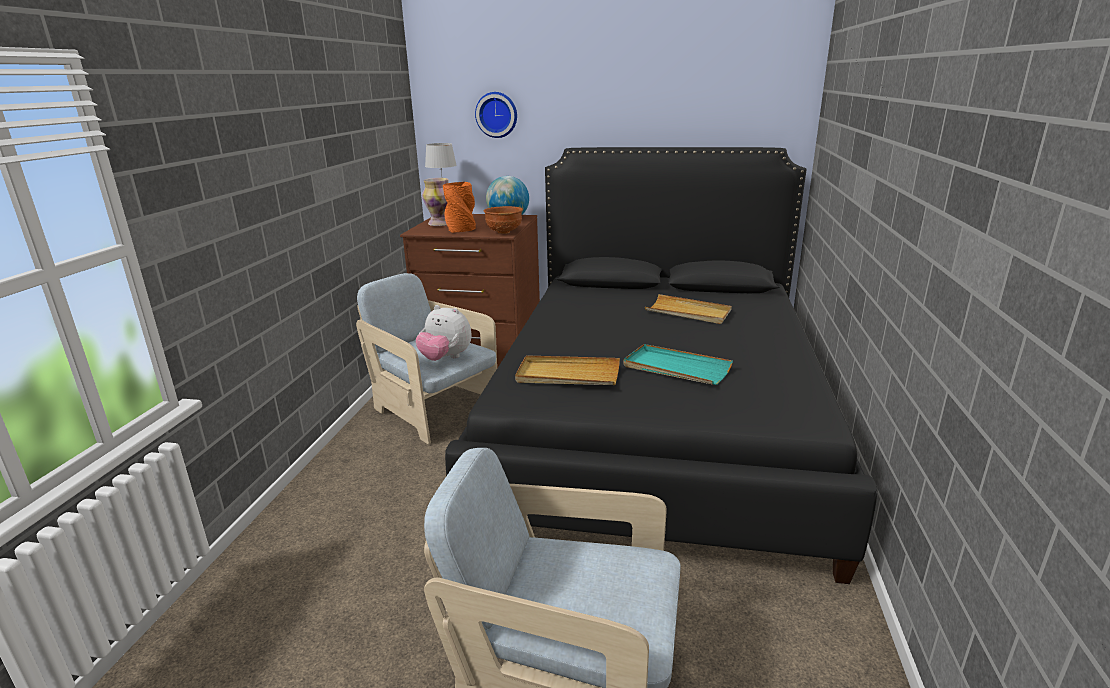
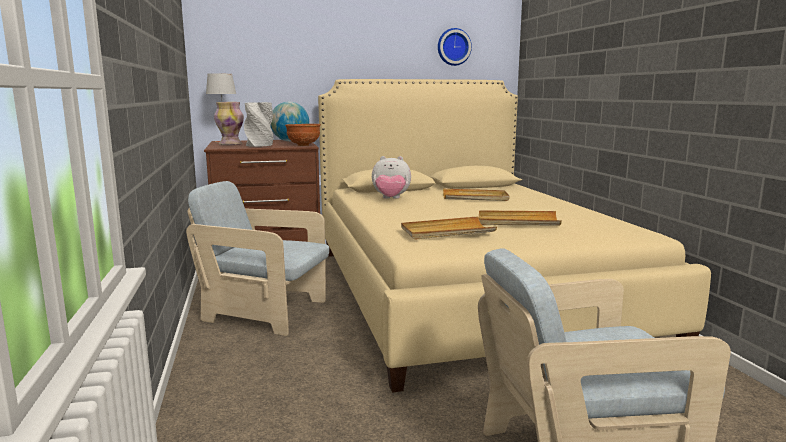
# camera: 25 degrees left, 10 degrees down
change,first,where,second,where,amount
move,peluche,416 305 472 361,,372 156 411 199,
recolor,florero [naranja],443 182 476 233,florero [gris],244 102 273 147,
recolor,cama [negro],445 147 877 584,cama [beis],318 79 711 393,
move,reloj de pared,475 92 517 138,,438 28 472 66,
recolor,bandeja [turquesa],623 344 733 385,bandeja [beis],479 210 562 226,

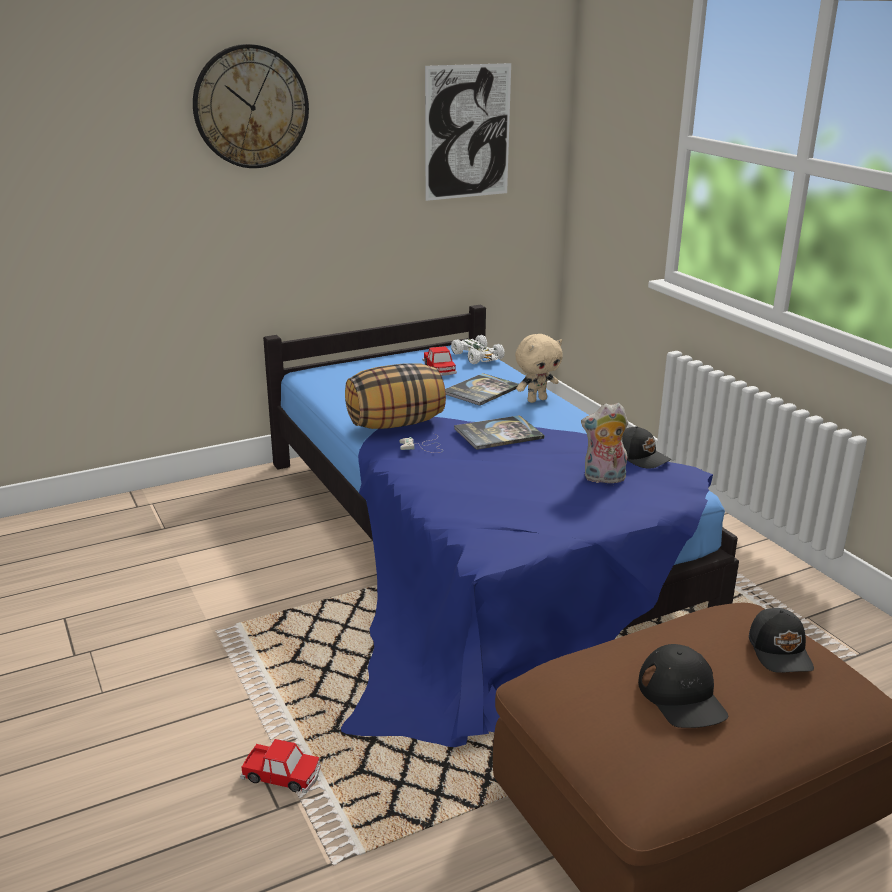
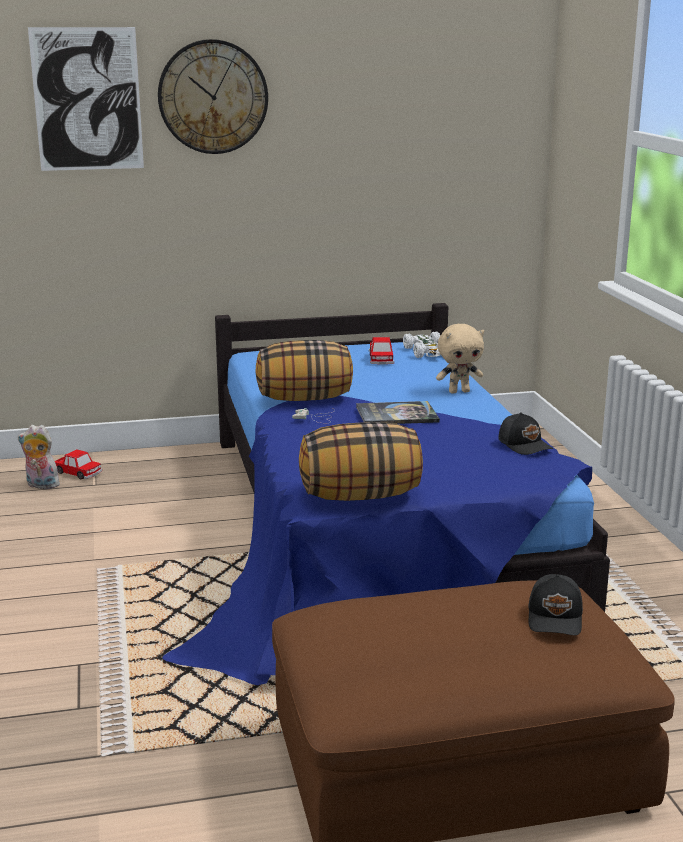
# camera: 15 degrees right, 5 degrees down
change,first,where,second,where,amount
move,coche de juguete,240 739 321 793,,55 449 102 479,
move,cuadro,425 63 511 201,,28 27 144 171,
delete,libro,445 373 519 406,,,
move,peluche,581 403 628 483,,18 425 60 489,
delete,gorra [negro],638 644 728 728,,,
insert,,,cojín,299 422 423 501,

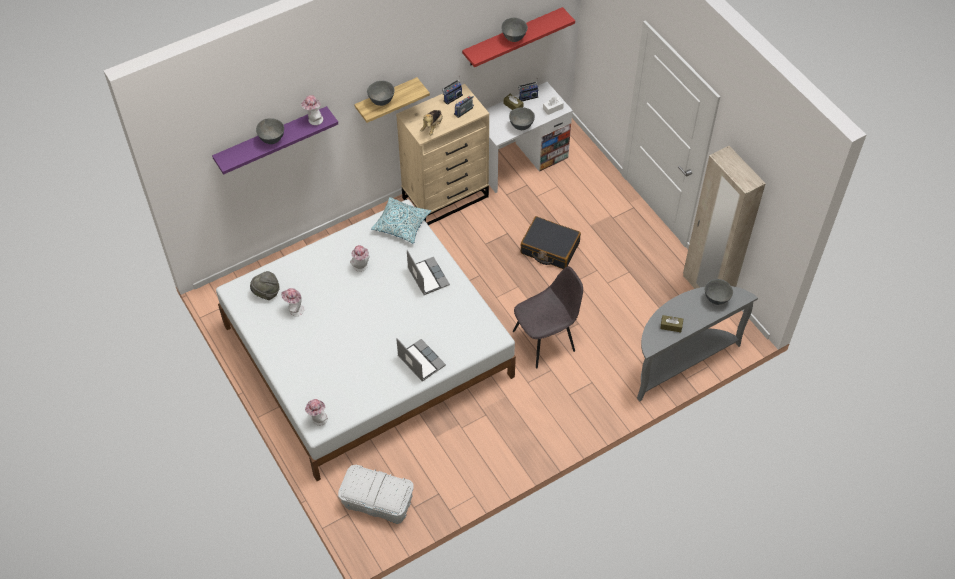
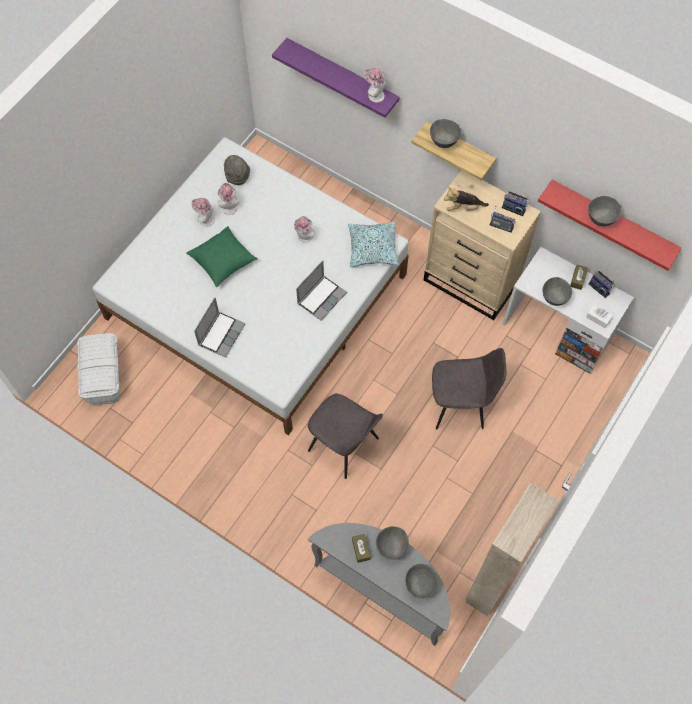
# camera: 65 degrees right, 10 degrees up
change,first,where,second,where,amount
move,cuenco [gris],256 118 284 144,,376 526 409 560,
move,sombrero,305 399 328 426,,191 198 214 227,
replace,maleta [negro],520 216 581 269,silla [gris],432 348 506 429,
insert,,,cojín [verde],186 226 257 287,

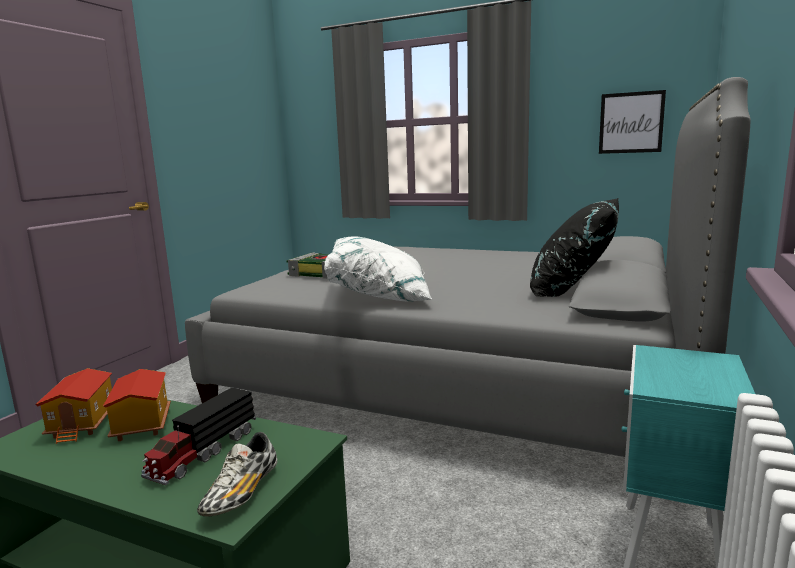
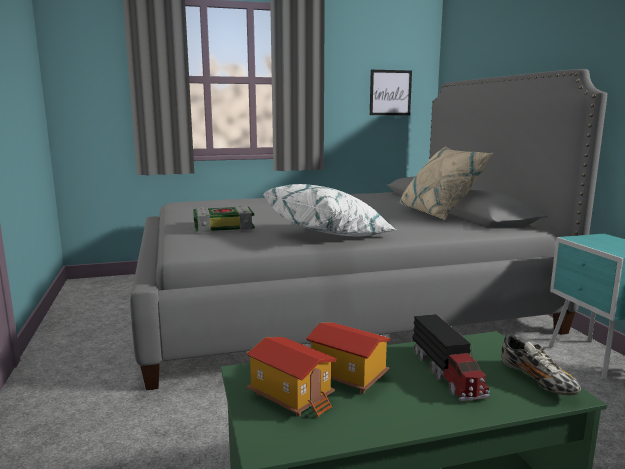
# camera: 40 degrees left, 0 degrees up
change,first,where,second,where,amount
recolor,cojín [negro],530 198 619 297,cojín [beis],400 147 493 220,

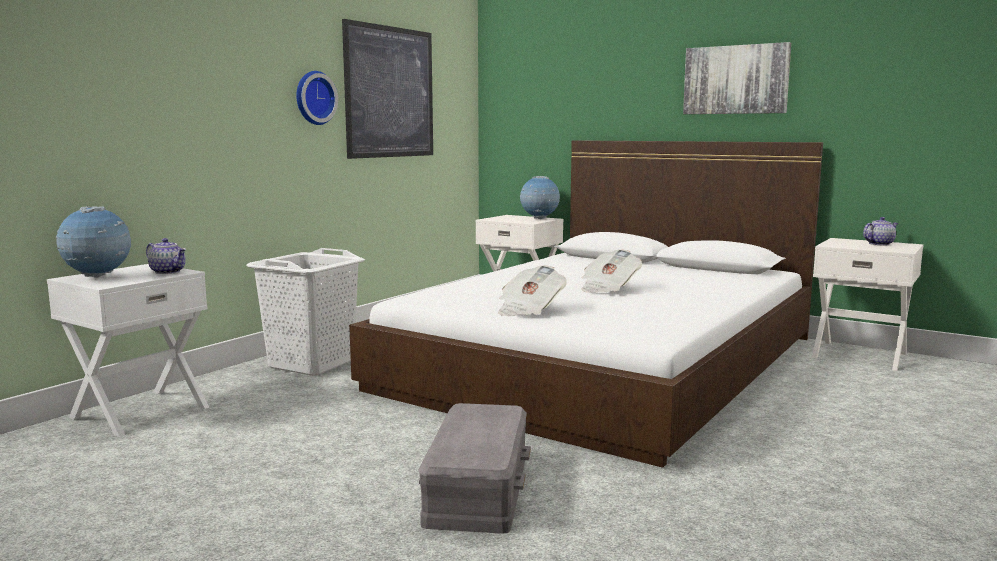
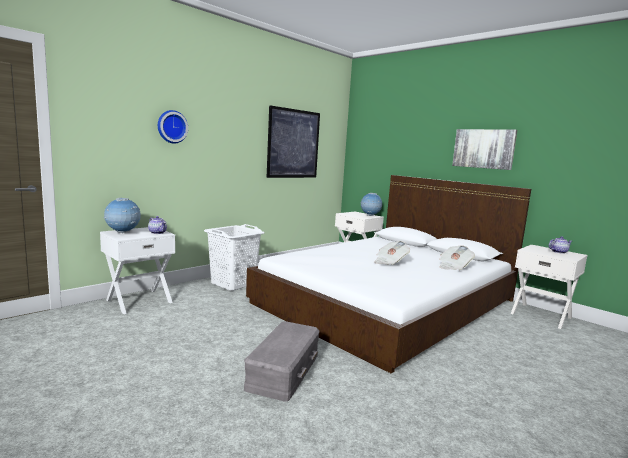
# camera: 10 degrees right, 0 degrees up
change,first,where,second,where,amount
move,reloj de pared,296 71 338 125,,158 110 188 143,
move,periódico,498 265 567 316,,439 245 475 270,

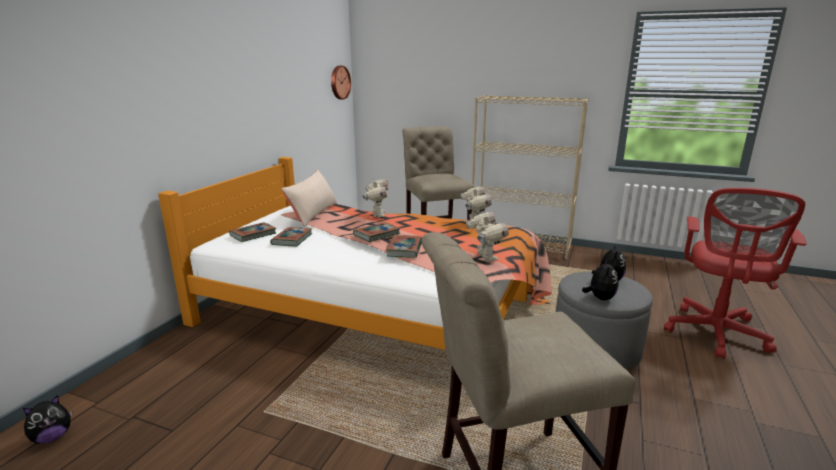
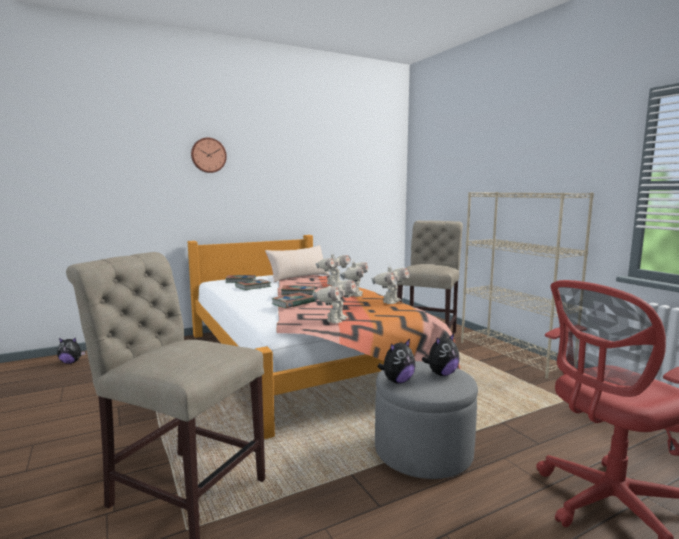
# camera: 40 degrees right, 10 degrees down
change,first,where,second,where,amount
move,reloj de pared,331 66 351 100,,191 138 227 173,
insert,,,robot de juguete,340 259 368 297,

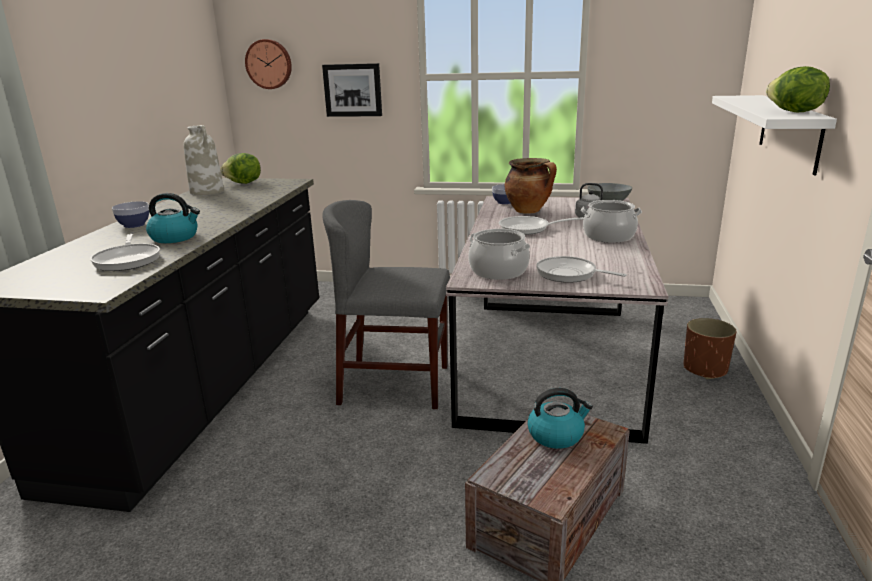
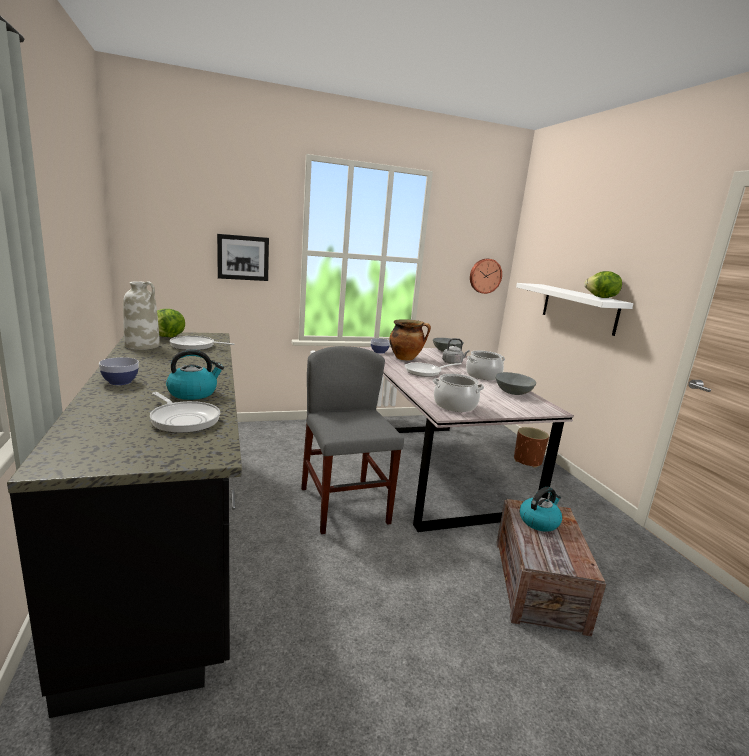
# camera: 30 degrees left, 5 degrees down
change,first,where,second,where,amount
move,reloj de pared,245 39 292 89,,470 259 502 294,
rotate,silla [gris],322 200 450 409,,301 346 404 534,90 degrees clockwise
move,sartén,536 256 627 283,,170 336 234 350,
insert,,,cuenco [gris],495 372 536 395,

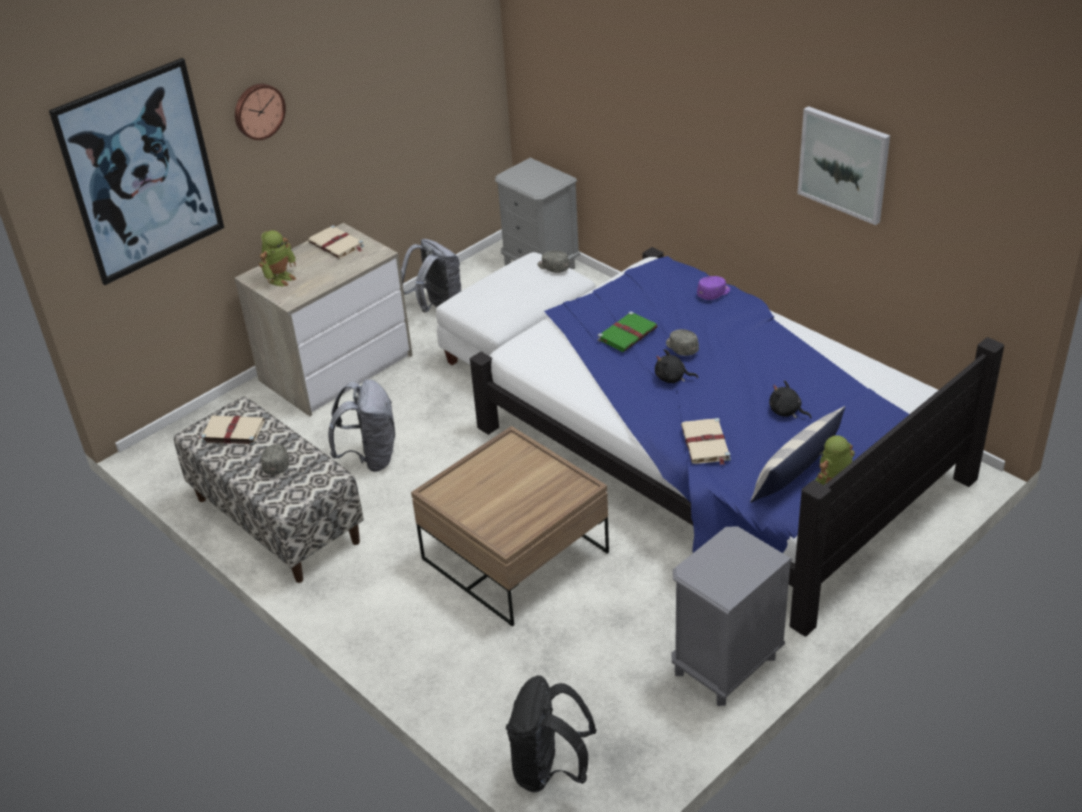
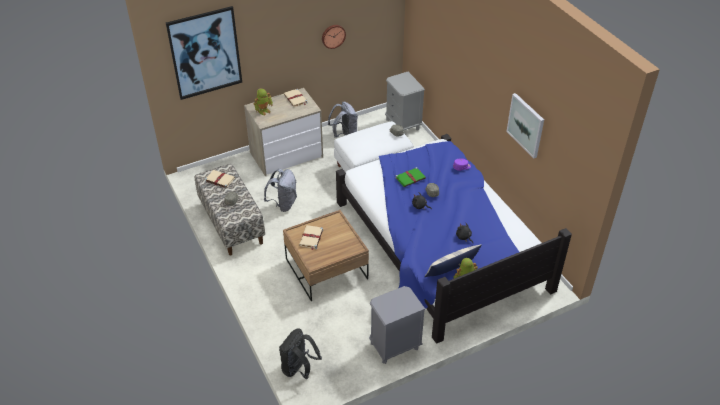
# camera: 15 degrees right, 5 degrees up
change,first,where,second,where,amount
move,reloj de pared,235 84 286 140,,322 25 346 49,
move,libro [beis],681 418 731 465,,299 225 323 250,

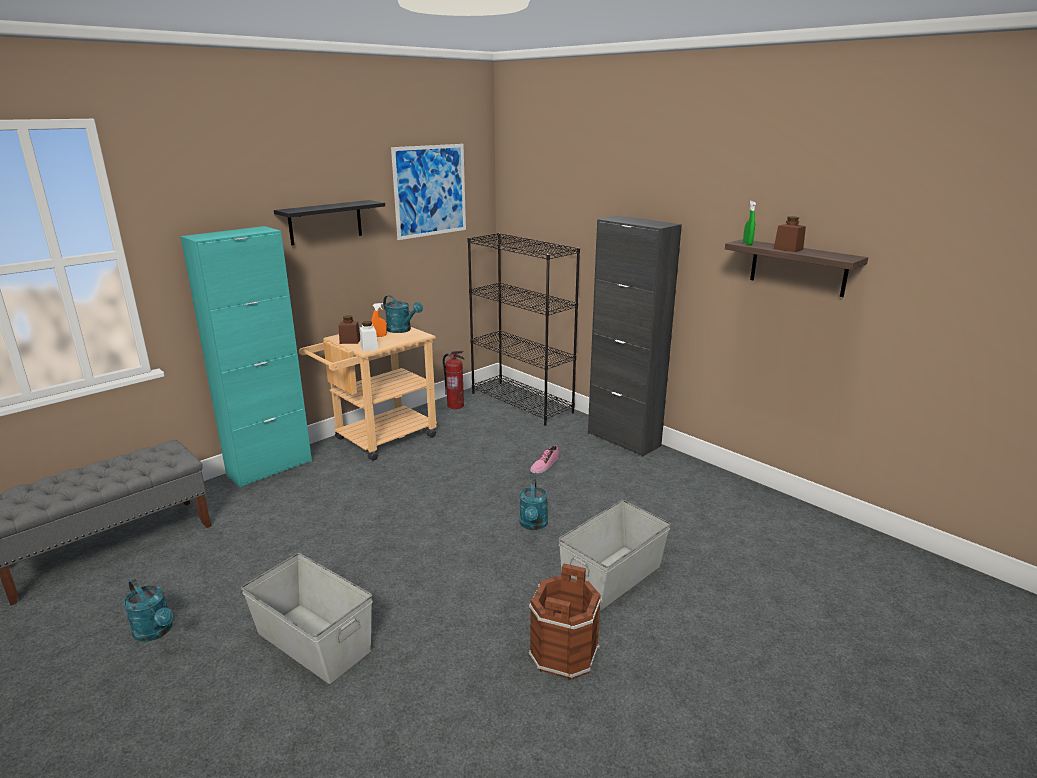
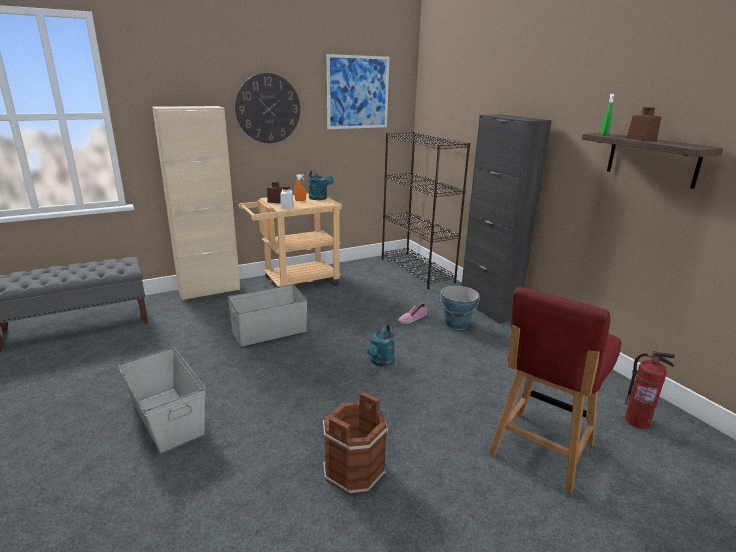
# camera: 15 degrees right, 0 degrees up
change,first,where,second,where,amount
delete,regadera [turquesa],124 579 173 642,,,
recolor,armario [turquesa],181 226 312 488,armario [beis],152 106 240 301,
replace,estante [negro],274 200 385 245,reloj de pared,235 73 300 143,
move,extintor,443 351 464 409,,625 351 675 429,
move,caja de almacenaje [gris],559 500 671 611,,228 284 308 347,
insert,,,cubo,440 286 480 330,
insert,,,silla [rojo],489 287 622 494,

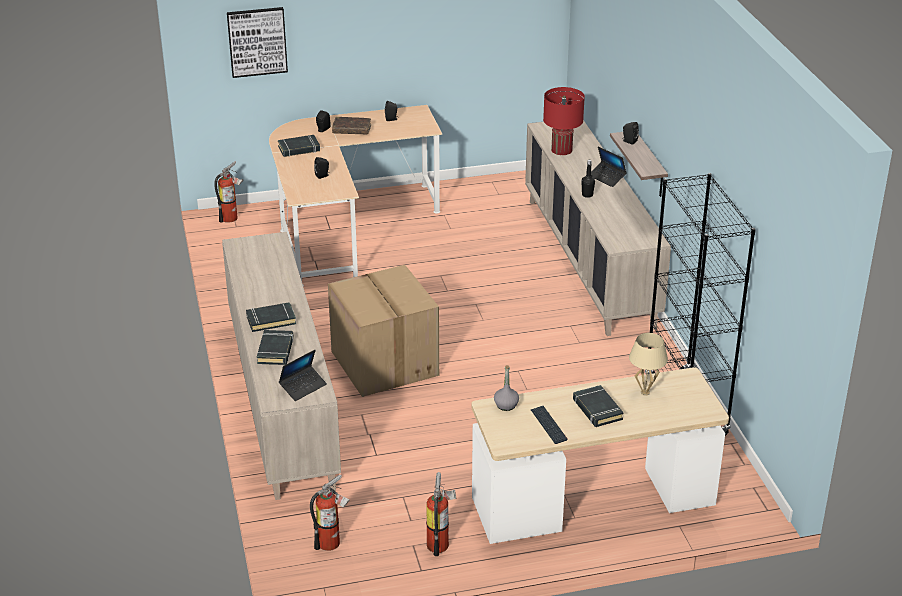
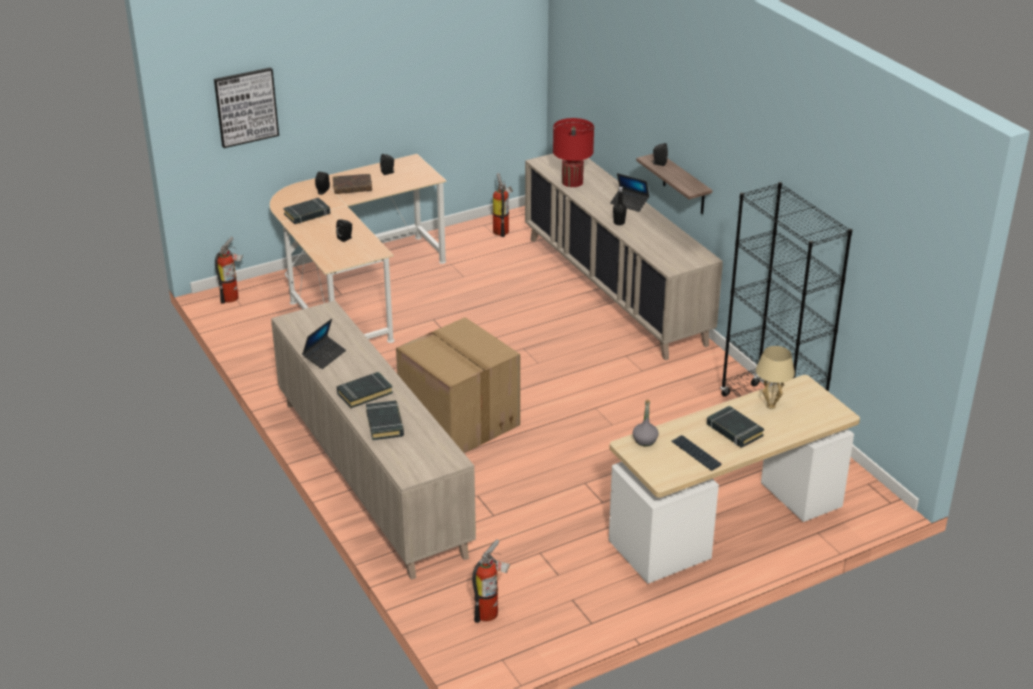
# camera: 15 degrees left, 0 degrees up
change,first,where,second,where,amount
move,portátil,279 350 327 401,,302 319 346 369,
move,extintor,426 472 457 556,,493 173 513 237,

